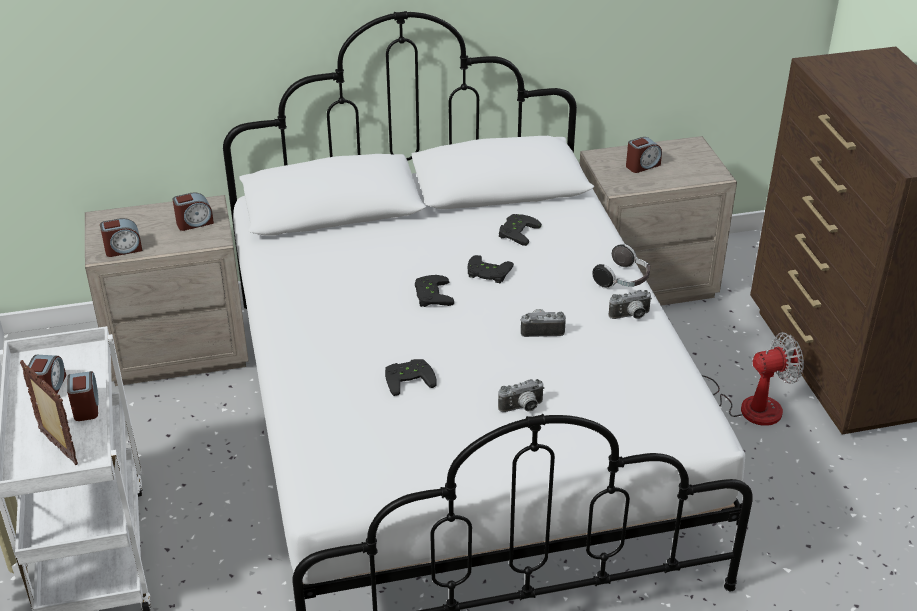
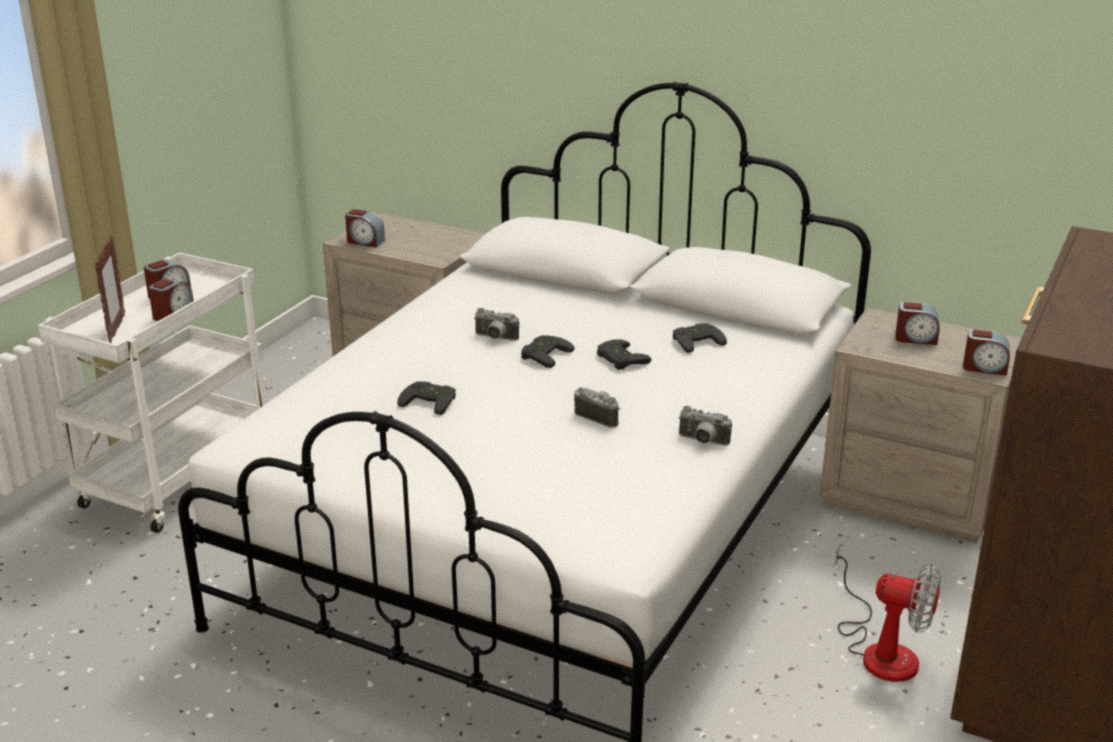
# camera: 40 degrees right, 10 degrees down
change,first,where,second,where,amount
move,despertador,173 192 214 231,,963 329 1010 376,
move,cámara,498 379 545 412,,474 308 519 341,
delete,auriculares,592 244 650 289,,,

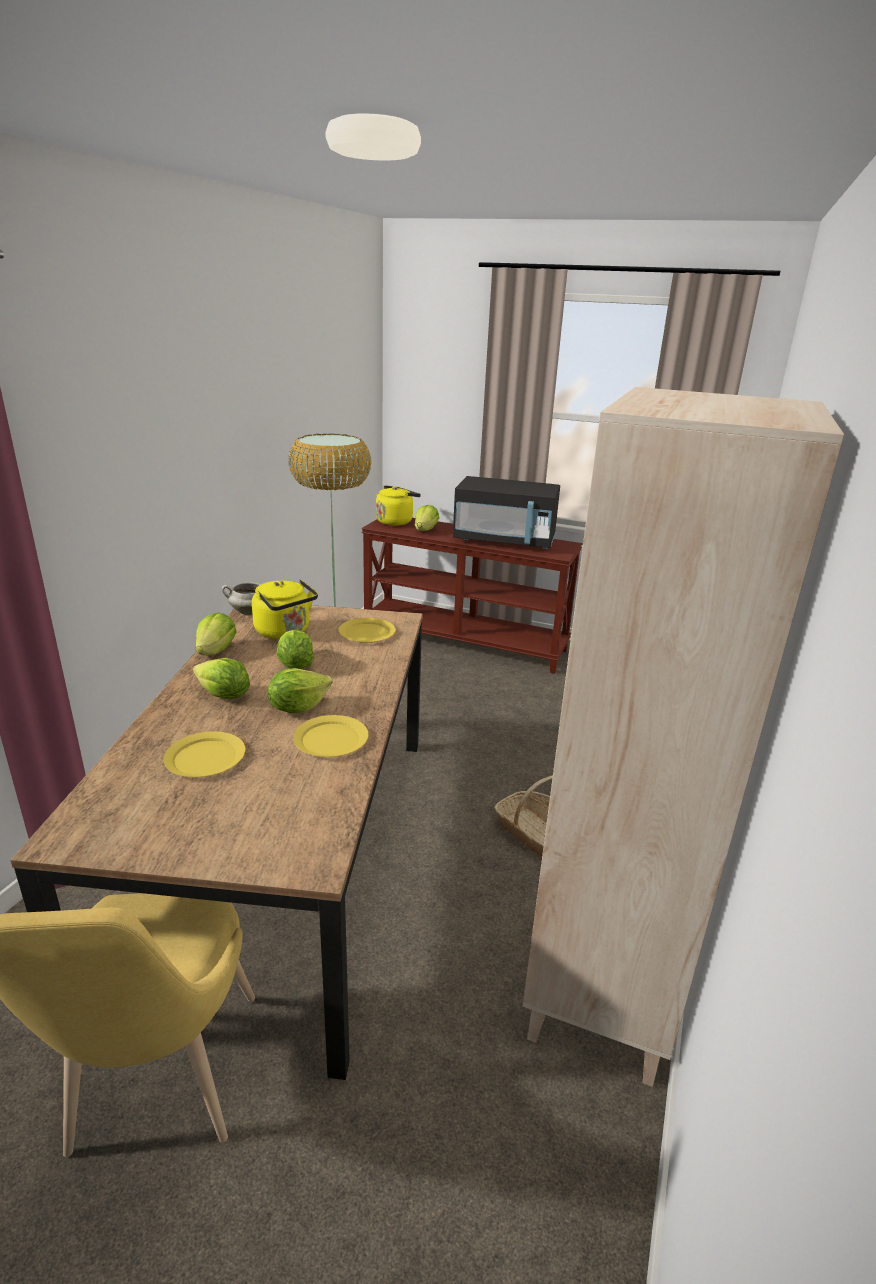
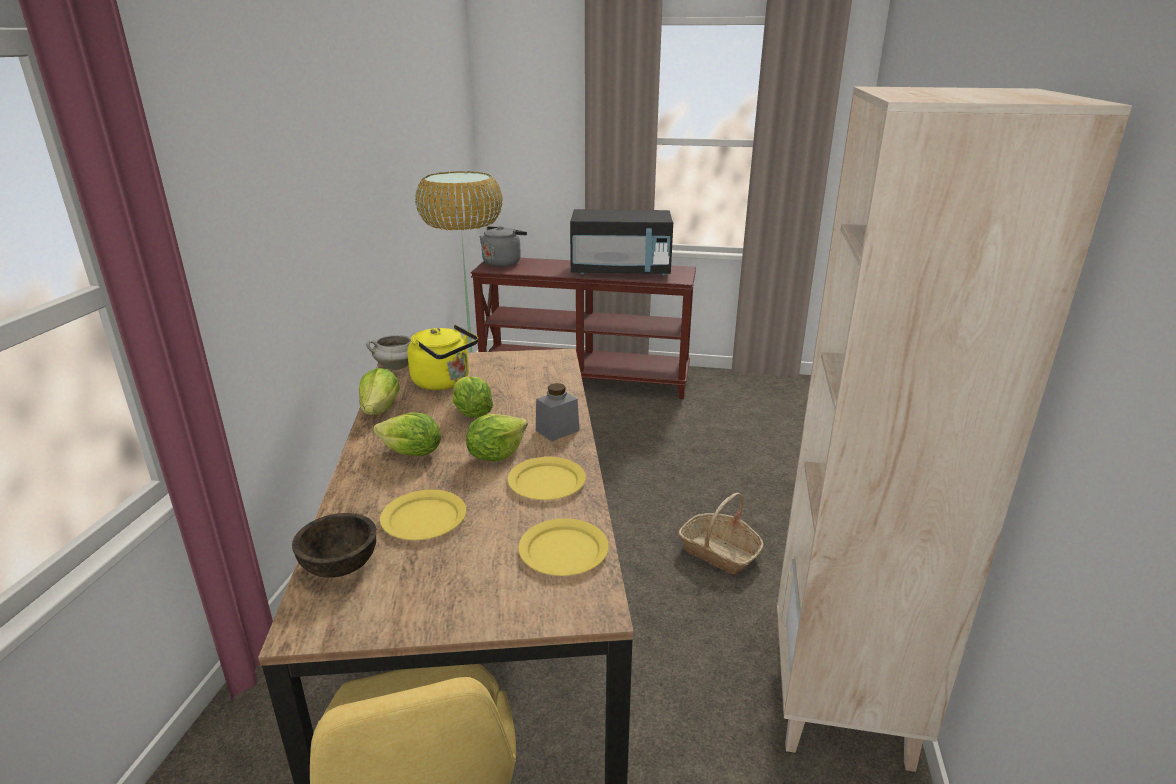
# camera: 10 degrees left, 0 degrees up
change,first,where,second,where,amount
move,plato [amarillo],339 618 396 643,,518 518 609 576,
recolor,hervidor [amarillo],376 485 421 526,hervidor [gris],479 226 527 267,
delete,lechuga,415 505 439 531,,,
insert,,,cuenco [marrón],292 513 376 578,
insert,,,tarro [gris],536 383 580 441,

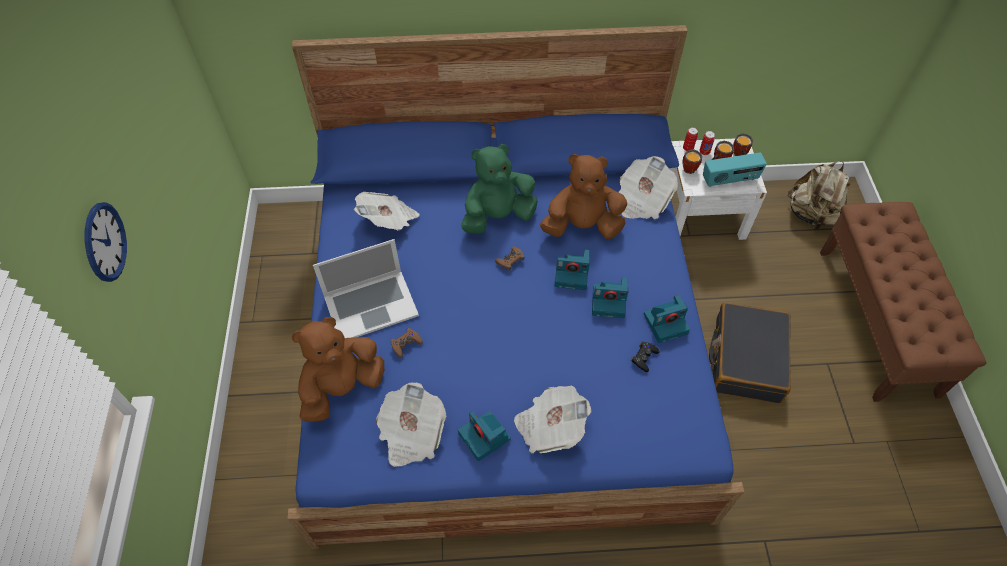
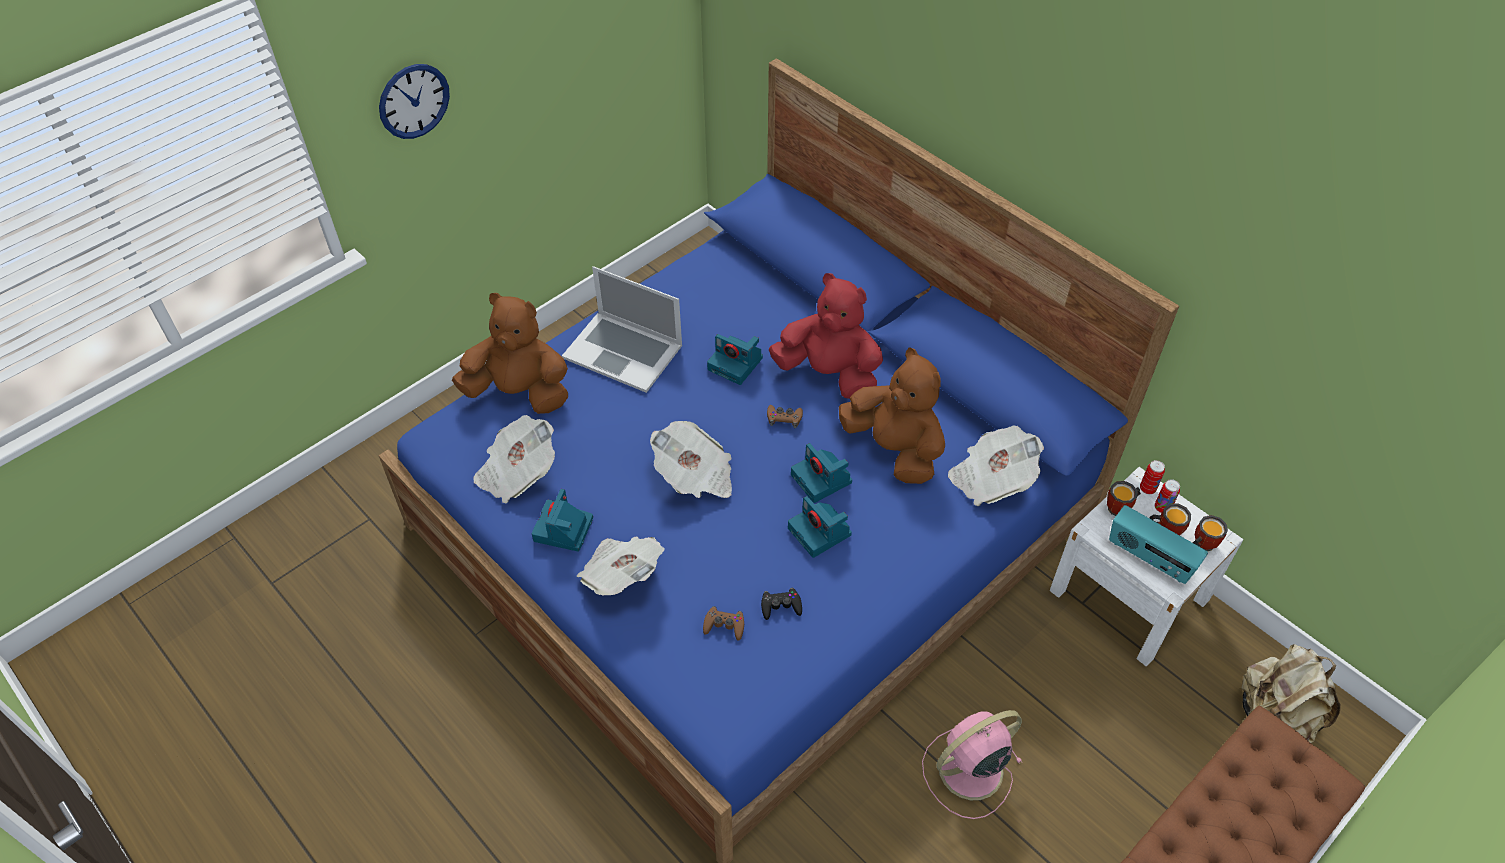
# camera: 50 degrees right, 5 degrees down
change,first,where,second,where,amount
move,periódico,354 192 420 230,,650 421 732 498,
move,mando de consola [marrón],391 328 423 358,,703 606 744 641,
recolor,peluche [verde],461 144 538 234,peluche [rojo],769 273 883 399,
move,cámara,644 295 690 343,,707 334 763 385,
replace,maleta [negro],709 303 791 403,ventilador [rosa],922 710 1022 819,

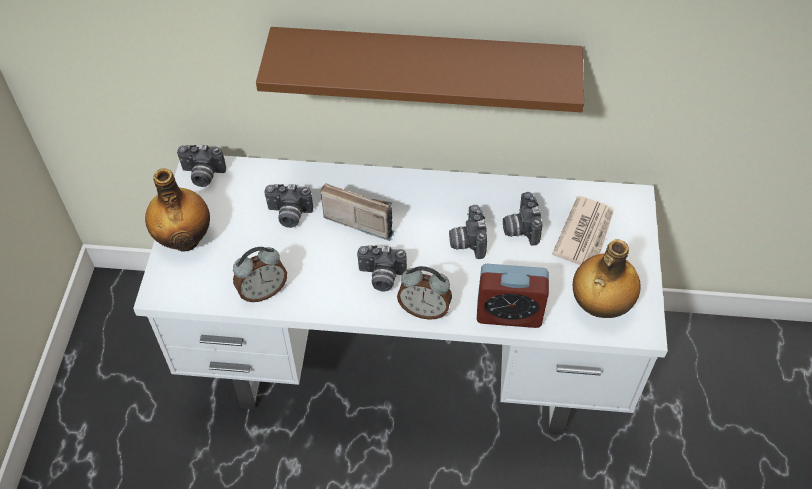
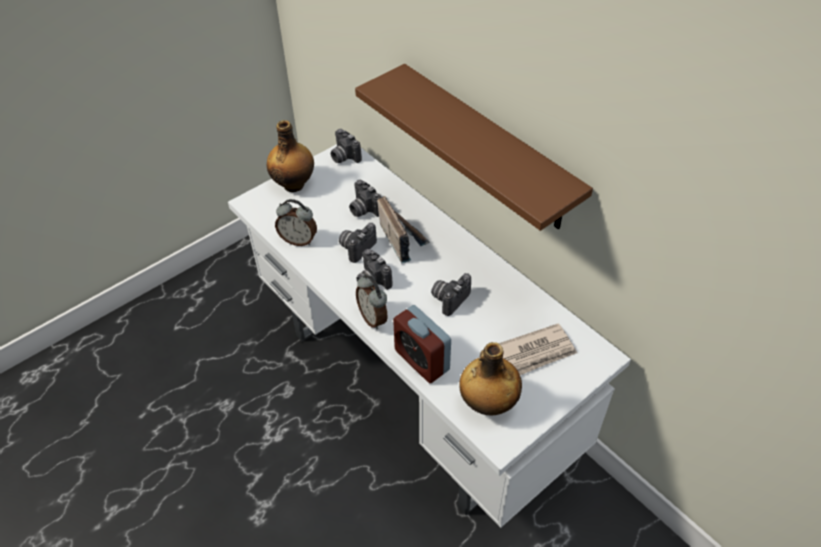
# camera: 45 degrees right, 5 degrees down
change,first,where,second,where,amount
move,cámara,503 192 543 246,,339 223 377 263,

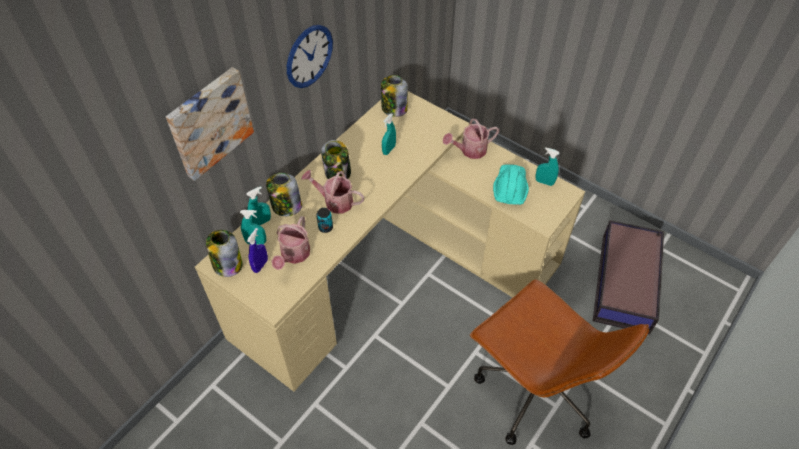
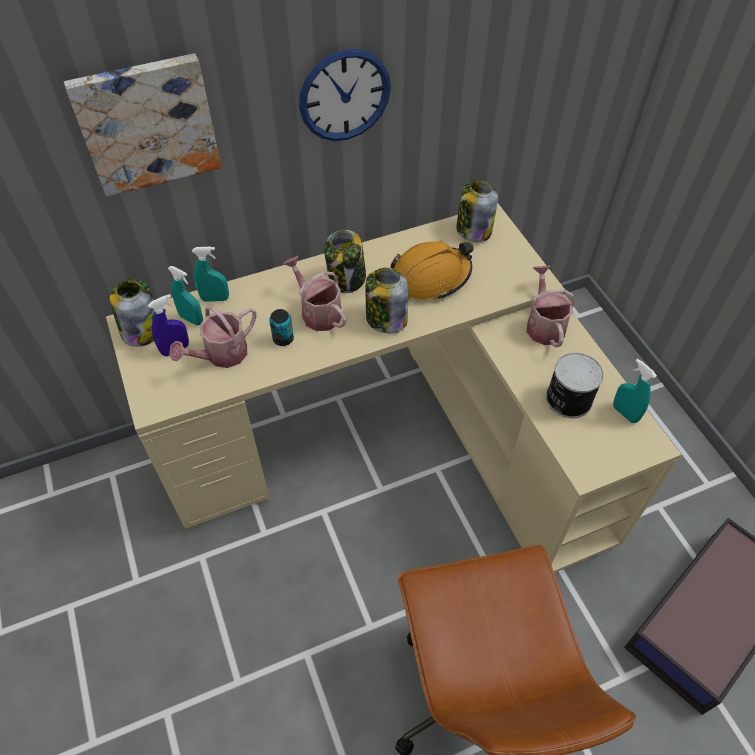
# camera: 30 degrees right, 0 degrees up
change,first,where,second,where,amount
move,tarro,266 173 302 216,,366 268 408 333,
replace,pulverizador [turquesa],382 113 396 155,casco [naranja],390 240 474 300,
rotate,regadera,443 119 499 159,,526 266 575 347,75 degrees clockwise
replace,casco [turquesa],493 164 529 205,lata,546 353 604 418,

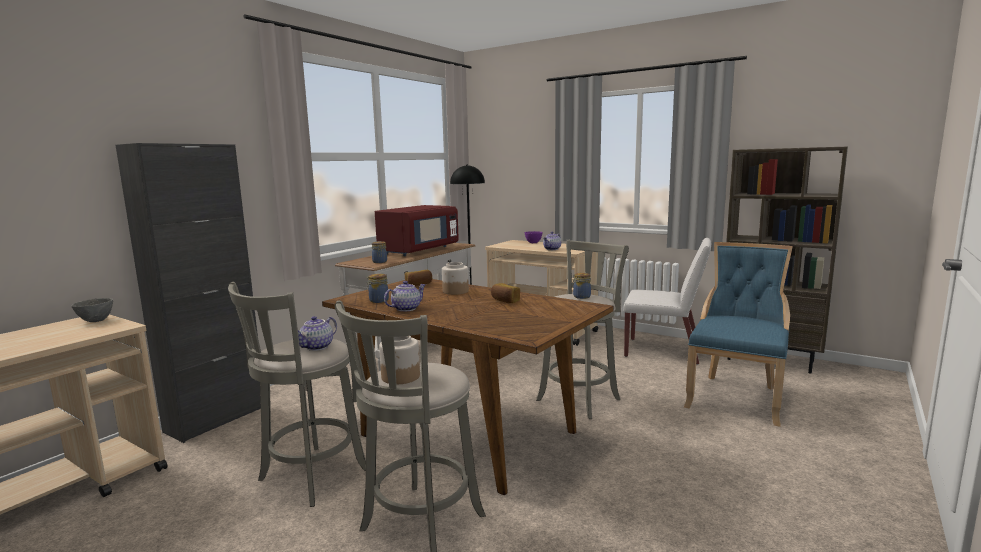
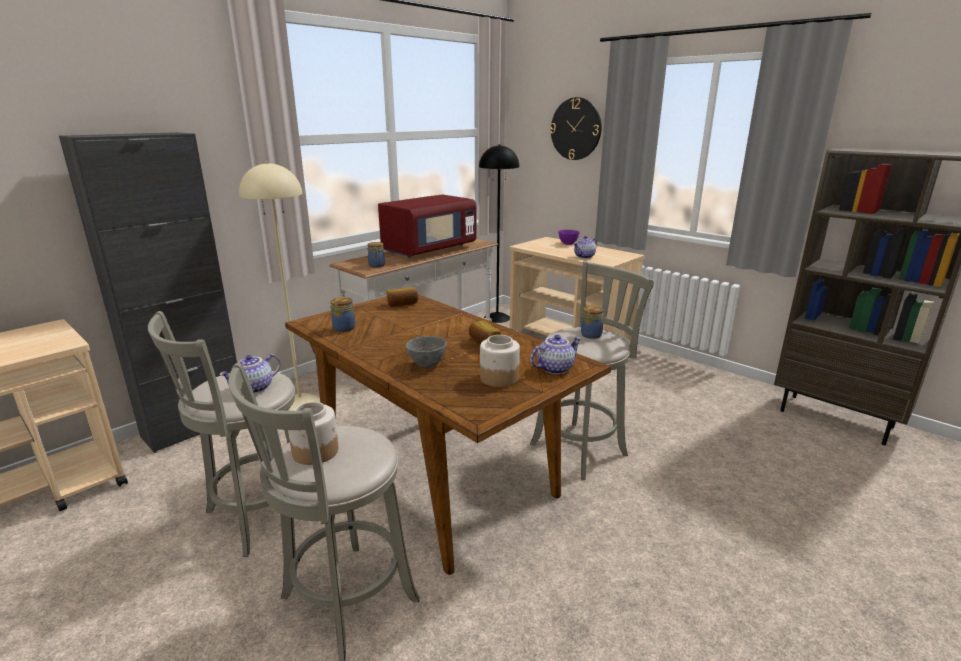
# camera: 10 degrees right, 10 degrees up
change,first,where,second,where,amount
move,cuenco [gris],71 298 113 322,,406 336 447 368,
move,tetera,384 281 426 311,,530 335 582 374,
move,tarro,442 262 469 295,,480 335 520 387,
delete,silla [blanco],623 238 712 365,,,
delete,silla [azul],684 242 793 427,,,
insert,,,lámpara de pie [beis],239 162 320 411,
insert,,,reloj de pared,550 97 602 160,

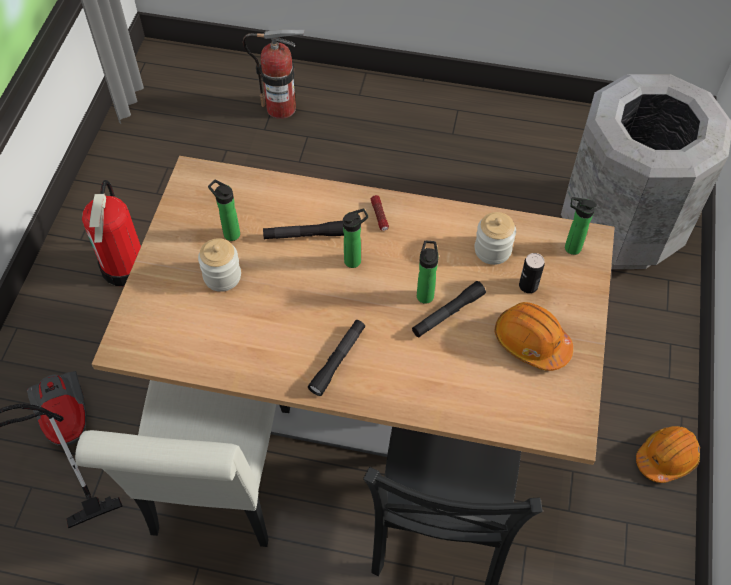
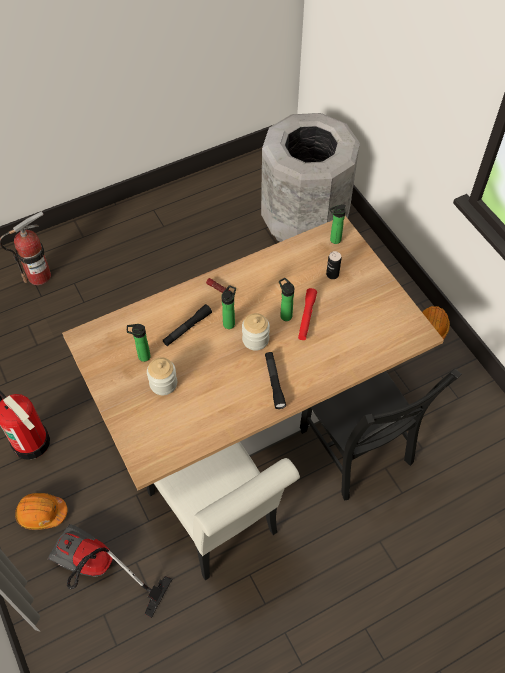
# camera: 40 degrees left, 0 degrees up
change,first,where,second,where,amount
recolor,linterna [negro],412 281 486 337,linterna [rojo],298 288 317 340,
move,tarro,474 212 516 265,,242 313 270 351,
move,casco [naranja],495 302 573 371,,15 493 68 530,

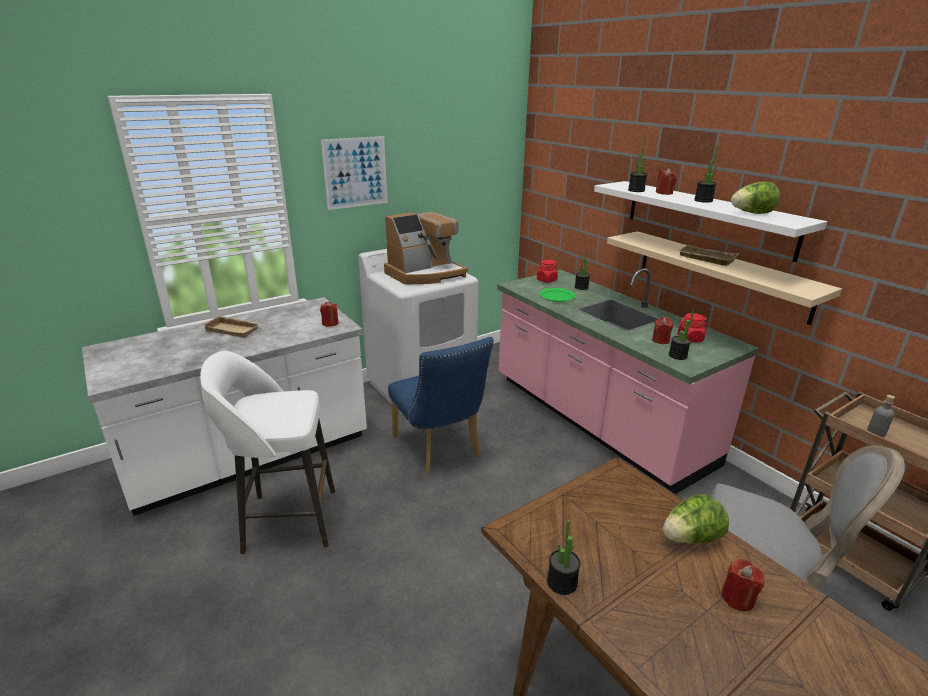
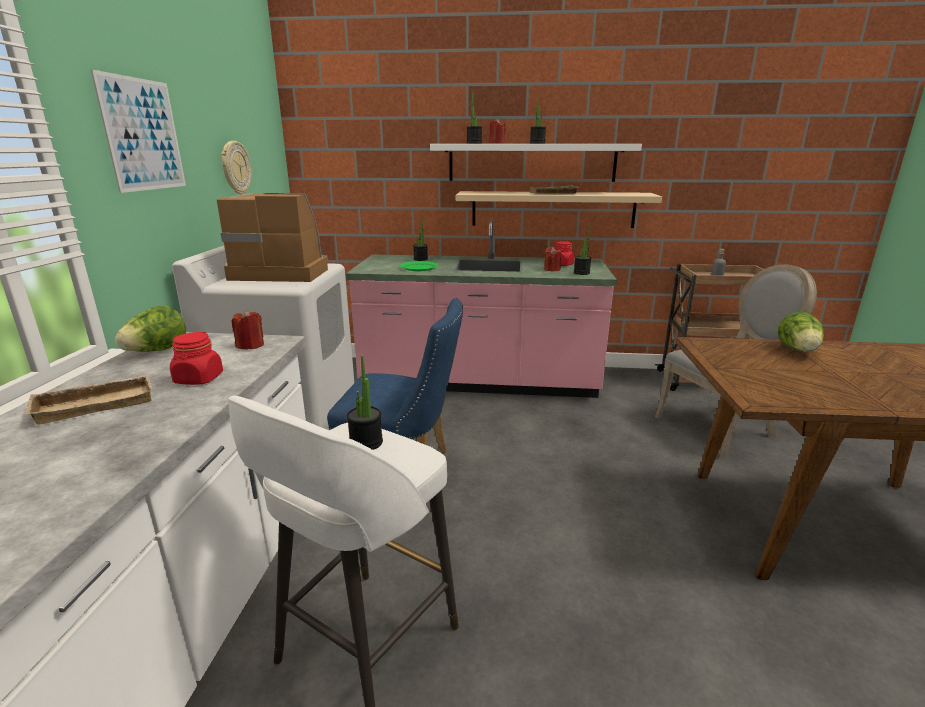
# camera: 50 degrees left, 5 degrees down
change,first,where,second,where,amount
rotate,cafetera,384 211 468 284,,217 193 328 282,90 degrees counterclockwise
move,tarro [rojo],537 260 558 283,,170 332 223 385,
move,planta en maceta,547 520 581 595,,347 355 383 450,
delete,vela [rojo],721 559 765 611,,,
move,lechuga,731 181 780 214,,115 306 186 352,
insert,,,reloj de pared,222 141 252 195,

